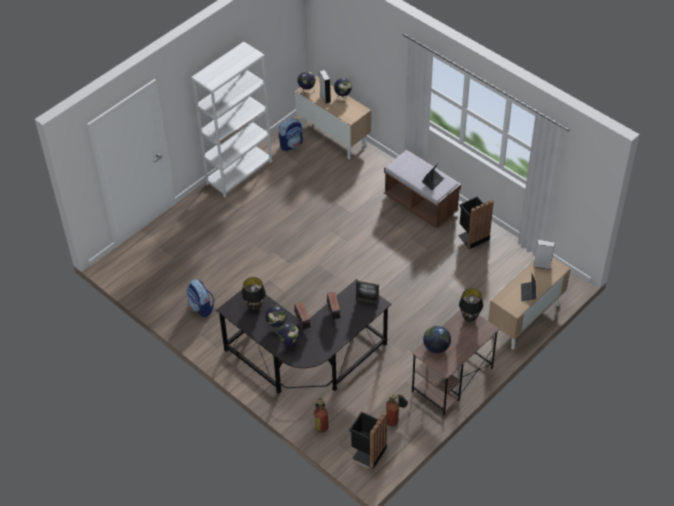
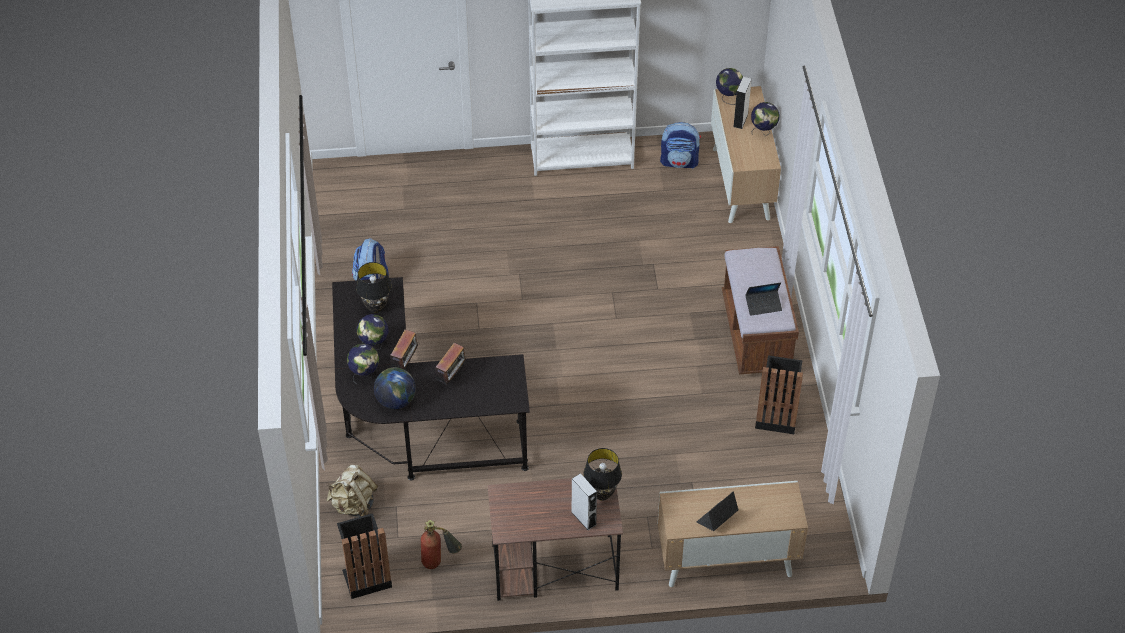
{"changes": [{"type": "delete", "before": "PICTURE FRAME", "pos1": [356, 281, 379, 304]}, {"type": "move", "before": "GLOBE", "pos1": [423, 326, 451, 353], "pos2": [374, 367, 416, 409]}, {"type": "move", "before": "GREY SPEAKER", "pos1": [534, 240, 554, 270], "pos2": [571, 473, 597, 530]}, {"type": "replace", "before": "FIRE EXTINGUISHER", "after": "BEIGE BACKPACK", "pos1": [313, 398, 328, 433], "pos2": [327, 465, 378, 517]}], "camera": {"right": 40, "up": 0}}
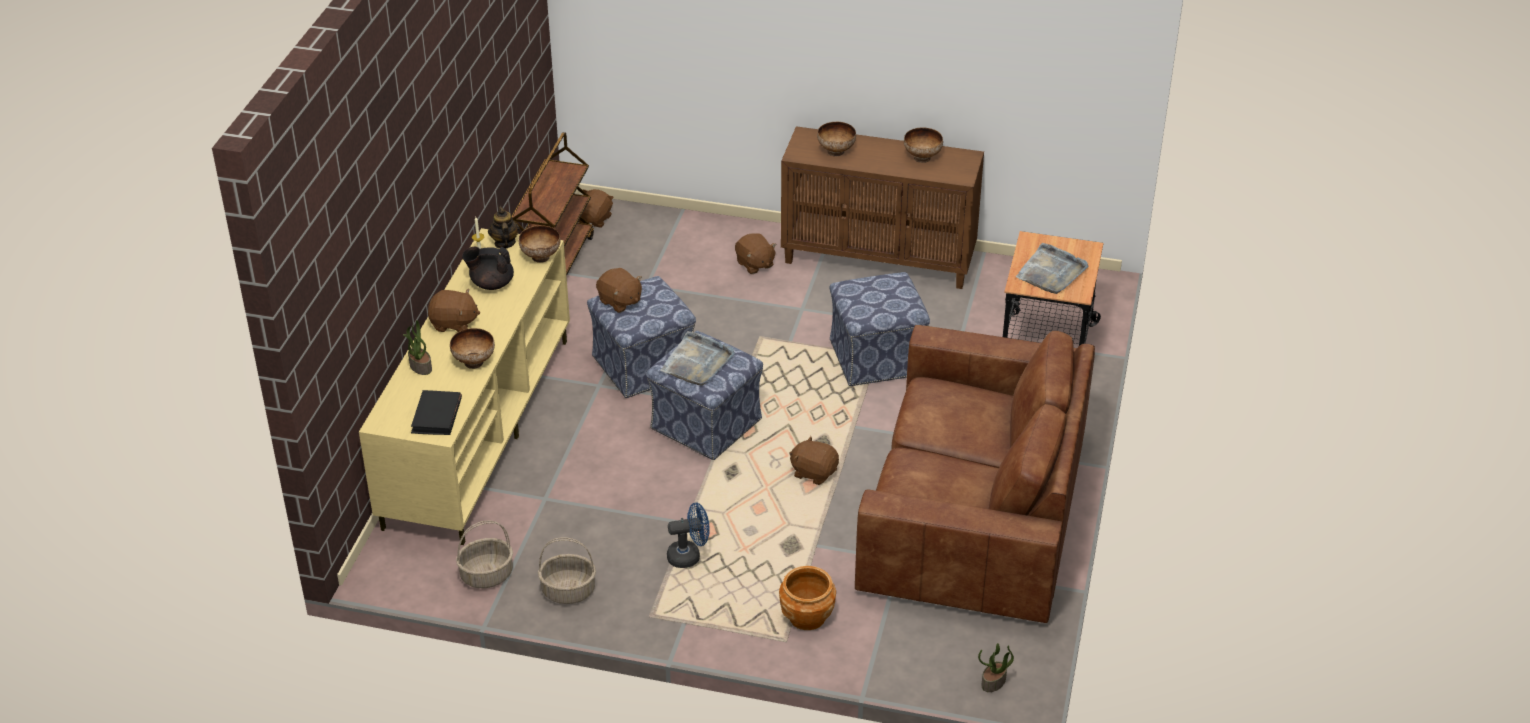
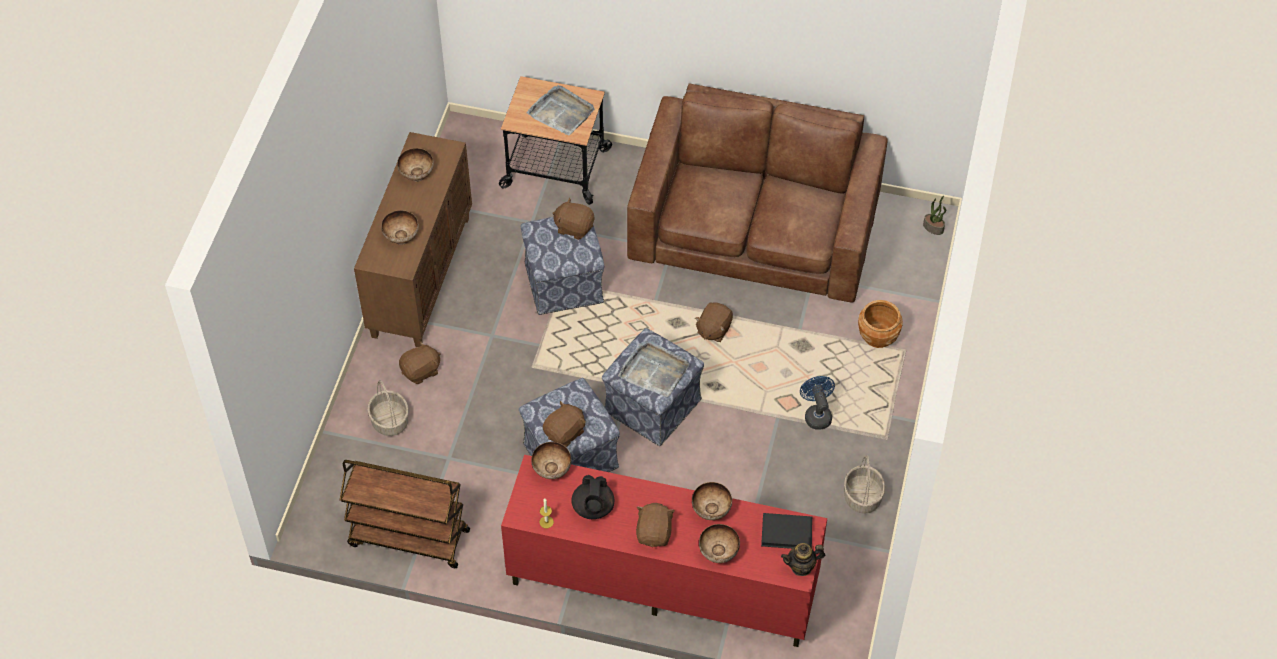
{"changes": [{"type": "move", "before": "BASKET", "pos1": [456, 520, 513, 588], "pos2": [367, 380, 409, 436]}, {"type": "move", "before": "TEAPOT", "pos1": [488, 206, 520, 249], "pos2": [781, 543, 825, 576]}, {"type": "move", "before": "BROWN PLUSH TOY", "pos1": [578, 189, 614, 227], "pos2": [553, 198, 594, 240]}, {"type": "replace", "before": "POTTED PLANT", "after": "BOWL", "pos1": [403, 320, 432, 375], "pos2": [699, 524, 740, 563]}, {"type": "recolor", "before": "BEIGE TV STAND", "after": "RED TV STAND", "pos1": [359, 228, 570, 545], "pos2": [501, 455, 827, 647]}], "camera": {"right": -90, "up": 15}}
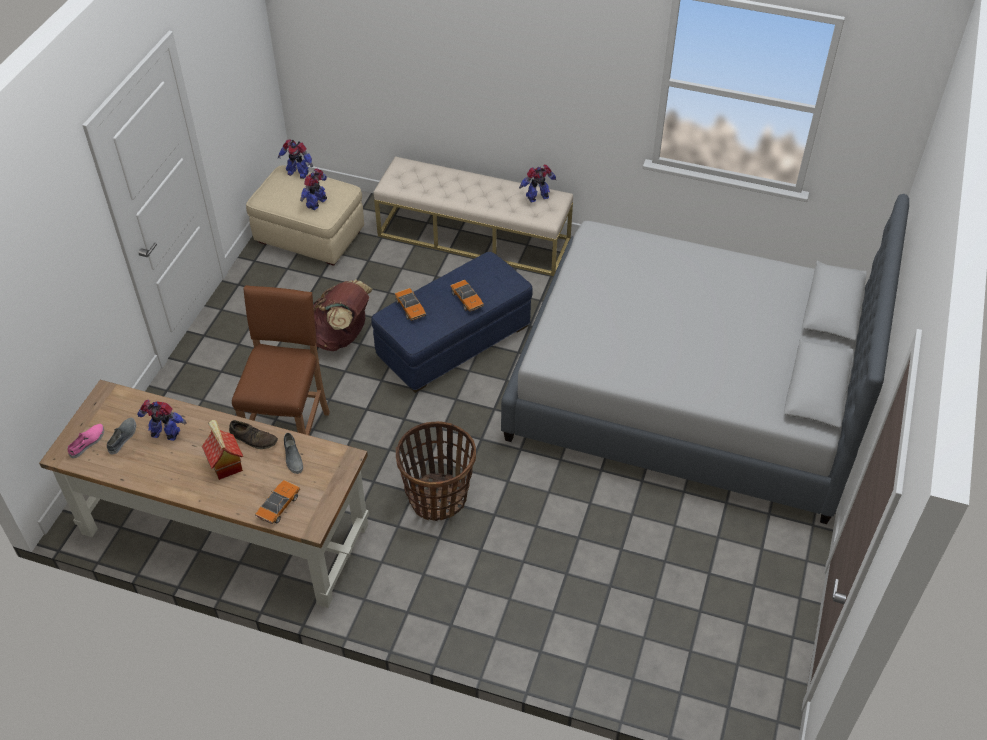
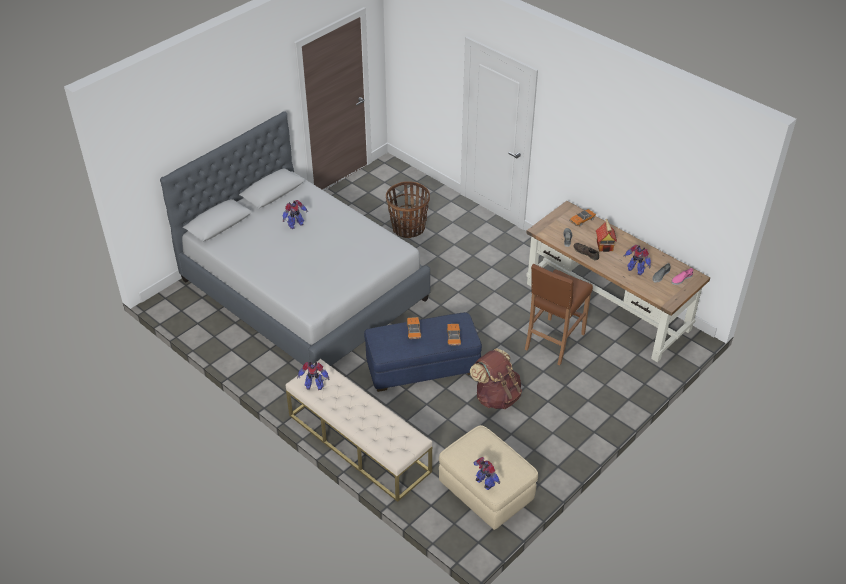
{"changes": [{"type": "move", "before": "TOY ROBOT", "pos1": [300, 168, 327, 210], "pos2": [283, 200, 308, 229]}, {"type": "move", "before": "BASKET", "pos1": [396, 421, 476, 521], "pos2": [386, 181, 430, 238]}], "camera": {"right": -155, "up": -5}}
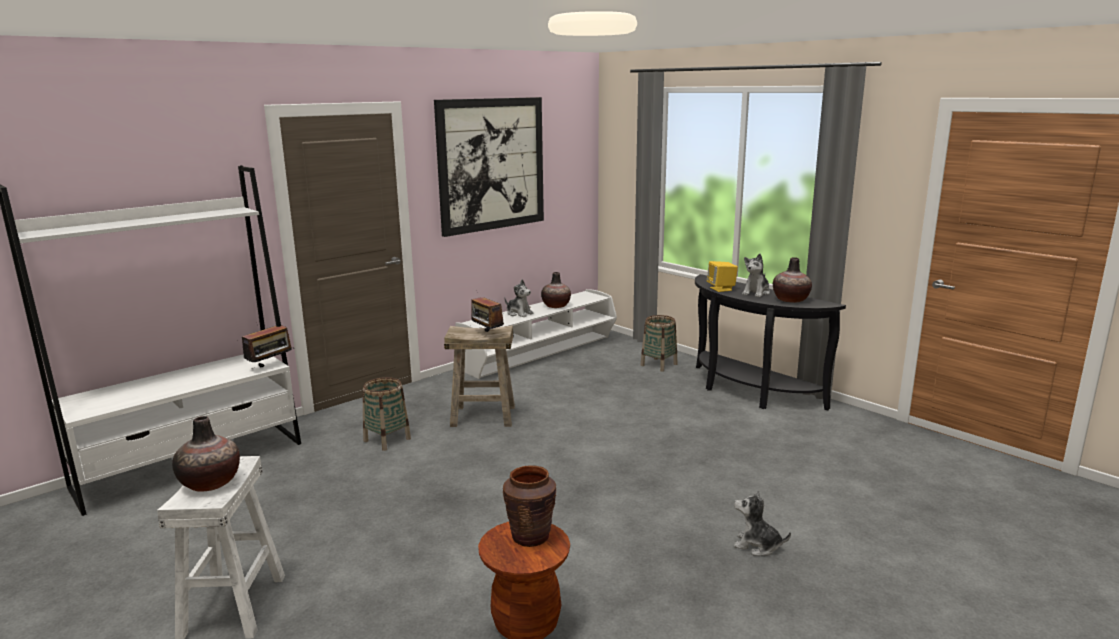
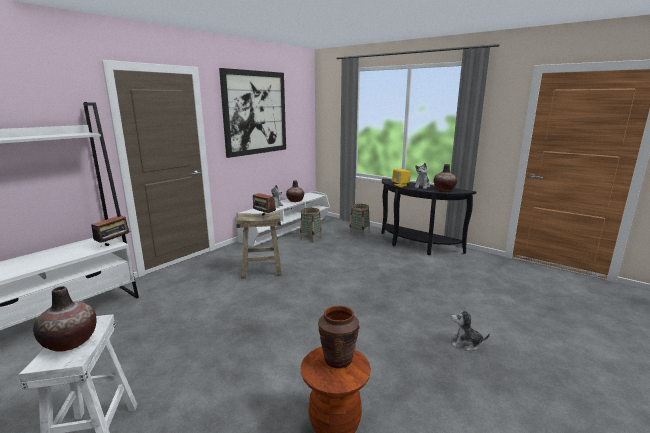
{"changes": [{"type": "move", "before": "BASKET", "pos1": [363, 377, 411, 451], "pos2": [300, 208, 322, 242]}], "camera": {"right": -10, "up": 0}}
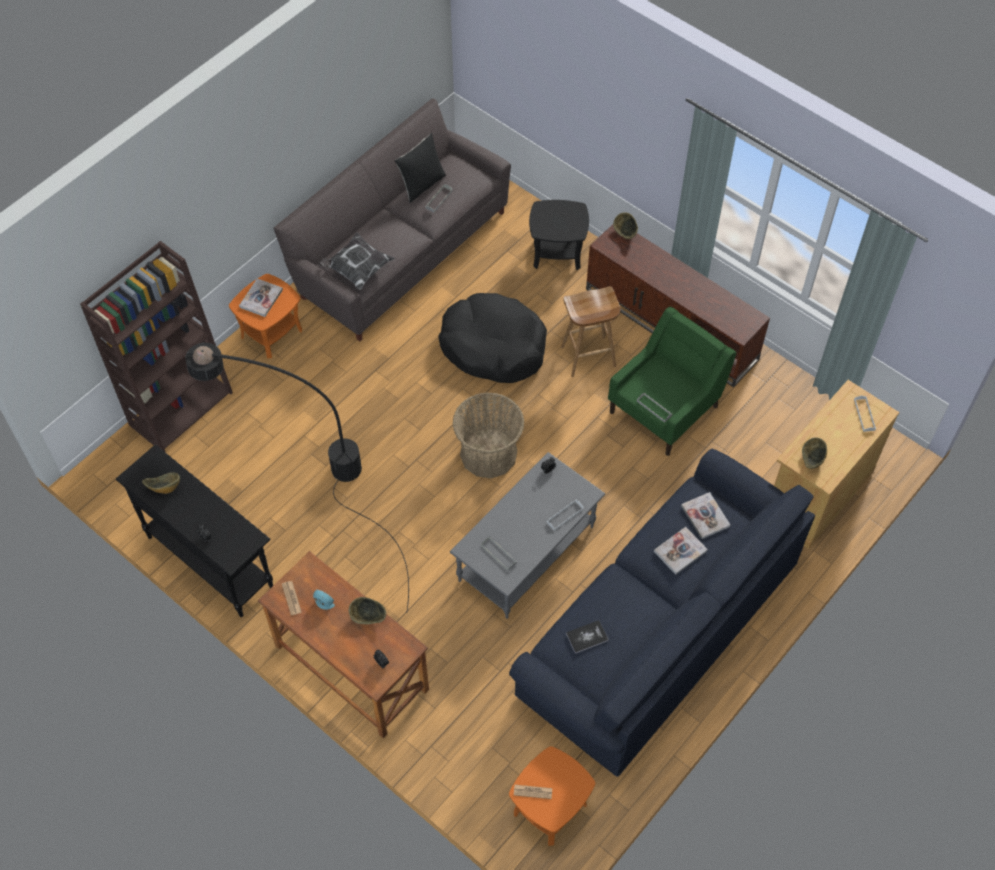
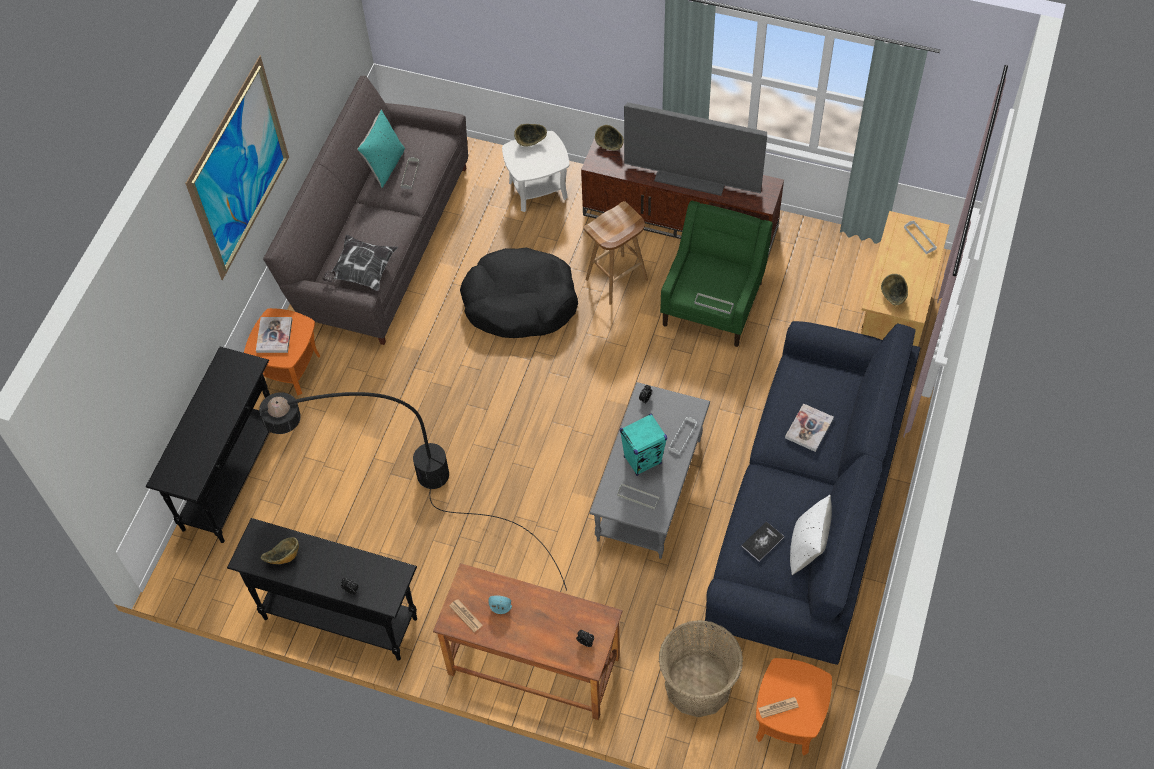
{"changes": [{"type": "delete", "before": "BOOK", "pos1": [681, 492, 730, 539]}, {"type": "insert", "after": "PICTURE", "pos2": [185, 56, 289, 280]}, {"type": "insert", "after": "TURQUOISE SPEAKER", "pos2": [620, 414, 667, 476]}, {"type": "insert", "after": "TELEVISION", "pos2": [624, 102, 767, 196]}, {"type": "insert", "after": "WHITE PILLOW", "pos2": [790, 495, 832, 575]}, {"type": "move", "before": "BOWL", "pos1": [349, 597, 386, 624], "pos2": [514, 124, 547, 147]}, {"type": "move", "before": "BASKET", "pos1": [453, 392, 524, 478], "pos2": [659, 620, 743, 717]}, {"type": "replace", "before": "BROWN BOOKCASE", "after": "BLACK CONSOLE TABLE", "pos1": [80, 241, 233, 452], "pos2": [146, 347, 270, 543]}, {"type": "recolor", "before": "BLACK PILLOW", "after": "TURQUOISE PILLOW", "pos1": [394, 133, 446, 203], "pos2": [357, 110, 405, 188]}, {"type": "recolor", "before": "BLACK SIDE TABLE", "after": "WHITE SIDE TABLE", "pos1": [529, 200, 589, 270], "pos2": [502, 131, 569, 212]}], "camera": {"right": -20, "up": 0}}
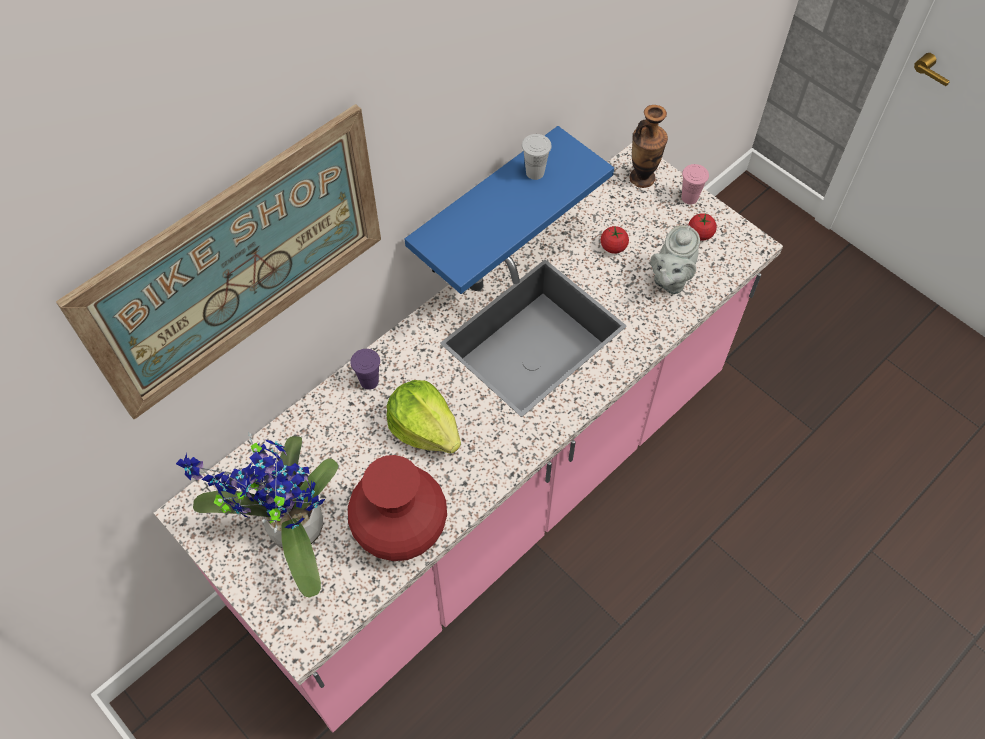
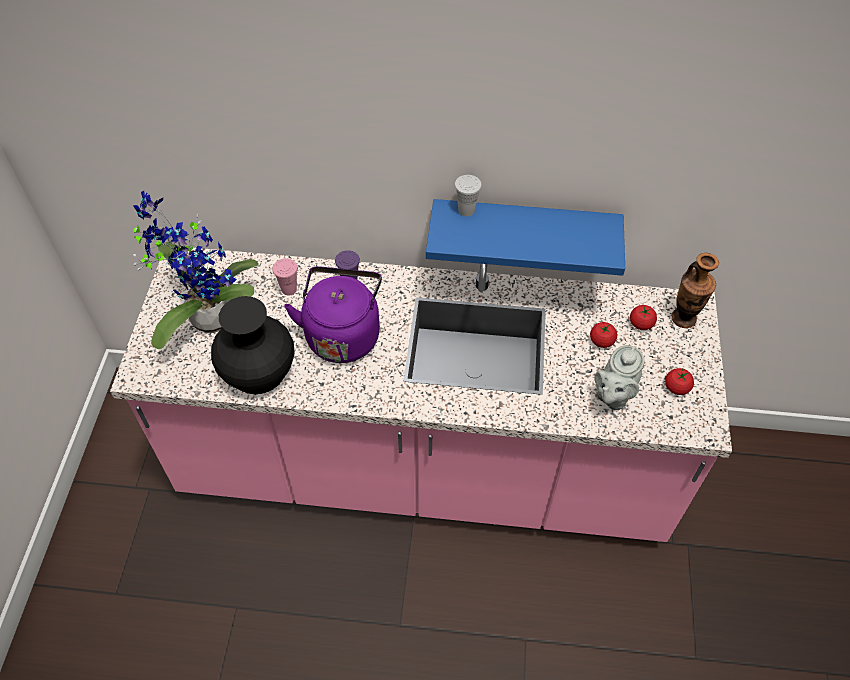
{"changes": [{"type": "delete", "before": "PICTURE", "pos1": [56, 104, 381, 419]}, {"type": "insert", "after": "TOMATO", "pos2": [630, 305, 657, 330]}, {"type": "move", "before": "WHITE CUP", "pos1": [522, 134, 552, 180], "pos2": [455, 175, 482, 216]}, {"type": "move", "before": "PINK CUP", "pos1": [682, 164, 709, 205], "pos2": [272, 258, 298, 296]}, {"type": "replace", "before": "LETTUCE", "after": "PURPLE KETTLE", "pos1": [387, 380, 461, 454], "pos2": [284, 266, 382, 363]}, {"type": "recolor", "before": "RED VASE", "after": "BLACK VASE", "pos1": [348, 455, 447, 561], "pos2": [211, 296, 294, 394]}, {"type": "rotate", "before": "GREY TEAPOT", "pos1": [650, 225, 700, 294], "pos2": [594, 345, 644, 410], "turn": -45}], "camera": {"right": 50, "up": -5}}
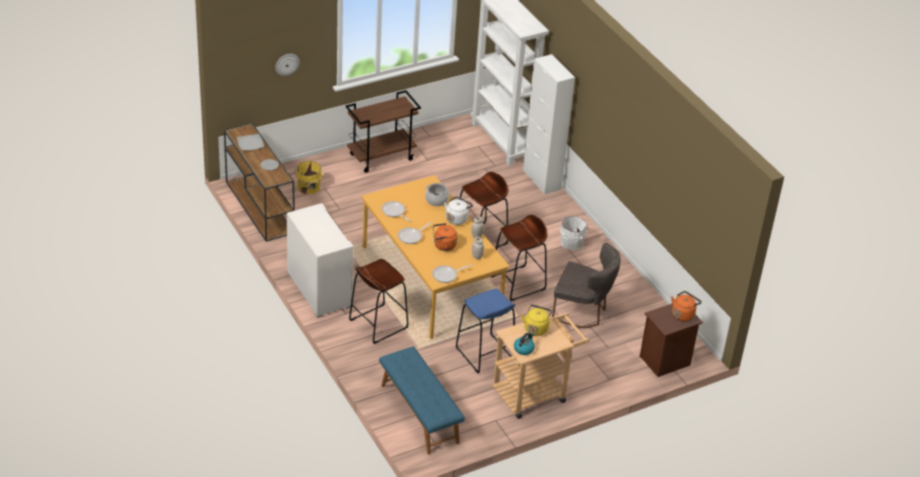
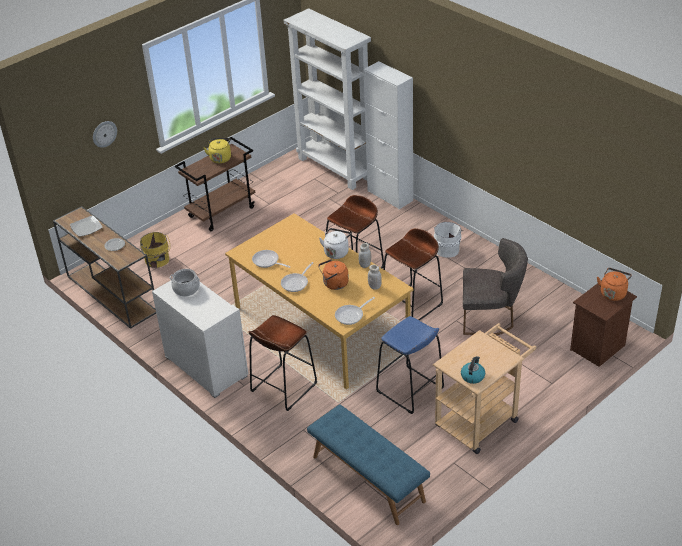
{"changes": [{"type": "move", "before": "COOKING POT", "pos1": [425, 183, 449, 206], "pos2": [170, 269, 200, 297]}, {"type": "move", "before": "YELLOW KETTLE", "pos1": [521, 305, 552, 336], "pos2": [204, 138, 231, 164]}], "camera": {"right": -10, "up": 0}}
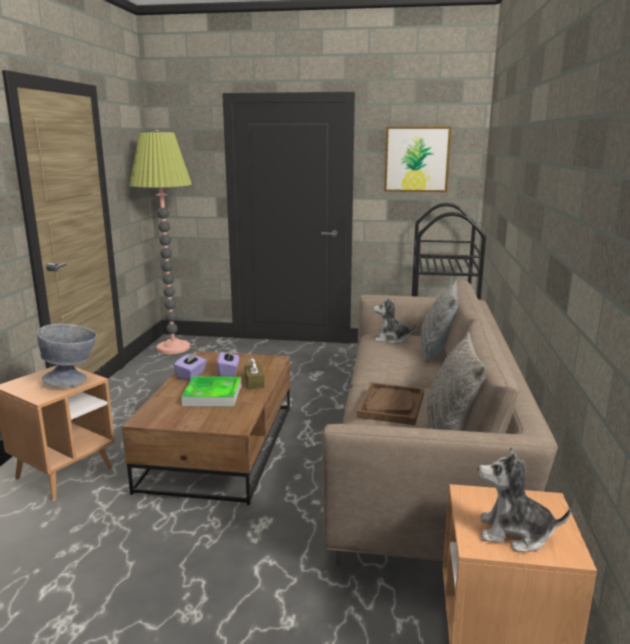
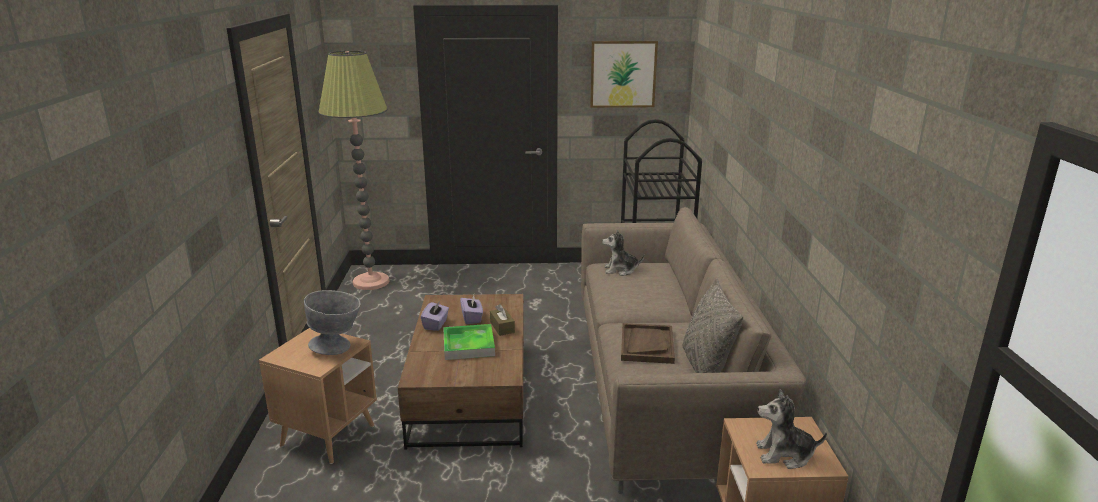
{"changes": [{"type": "delete", "before": "GREY PILLOW", "pos1": [421, 281, 458, 362]}], "camera": {"right": -10, "up": 5}}
